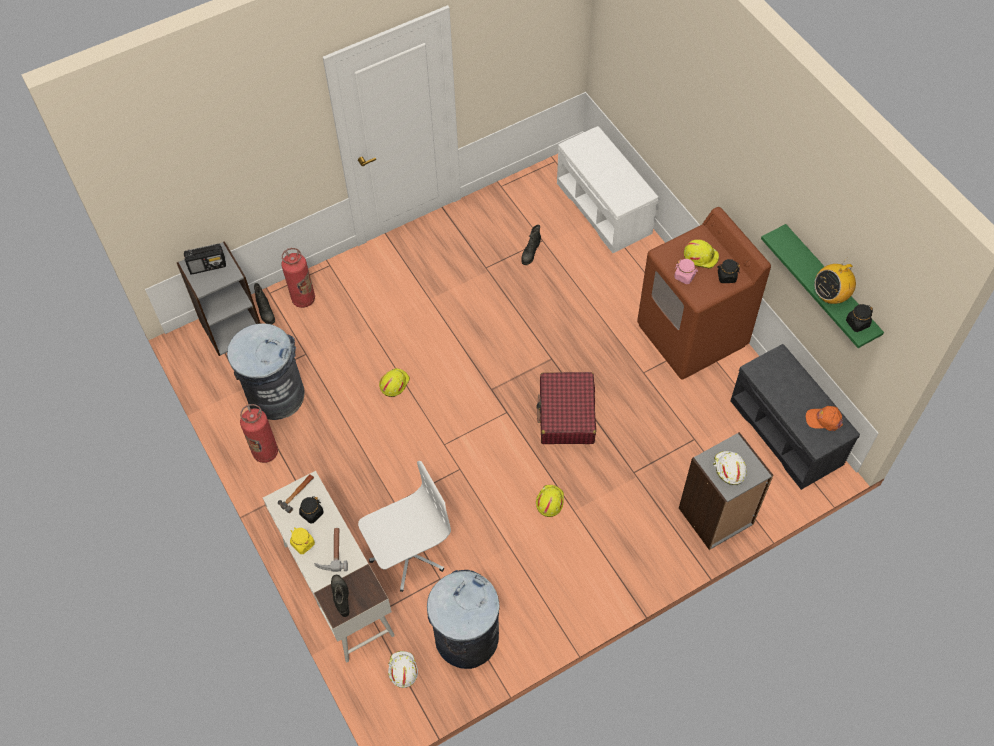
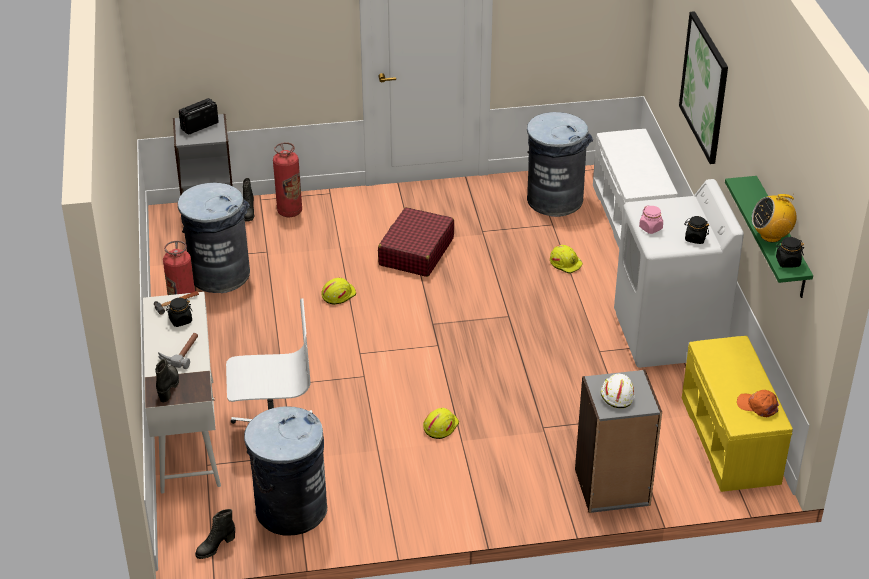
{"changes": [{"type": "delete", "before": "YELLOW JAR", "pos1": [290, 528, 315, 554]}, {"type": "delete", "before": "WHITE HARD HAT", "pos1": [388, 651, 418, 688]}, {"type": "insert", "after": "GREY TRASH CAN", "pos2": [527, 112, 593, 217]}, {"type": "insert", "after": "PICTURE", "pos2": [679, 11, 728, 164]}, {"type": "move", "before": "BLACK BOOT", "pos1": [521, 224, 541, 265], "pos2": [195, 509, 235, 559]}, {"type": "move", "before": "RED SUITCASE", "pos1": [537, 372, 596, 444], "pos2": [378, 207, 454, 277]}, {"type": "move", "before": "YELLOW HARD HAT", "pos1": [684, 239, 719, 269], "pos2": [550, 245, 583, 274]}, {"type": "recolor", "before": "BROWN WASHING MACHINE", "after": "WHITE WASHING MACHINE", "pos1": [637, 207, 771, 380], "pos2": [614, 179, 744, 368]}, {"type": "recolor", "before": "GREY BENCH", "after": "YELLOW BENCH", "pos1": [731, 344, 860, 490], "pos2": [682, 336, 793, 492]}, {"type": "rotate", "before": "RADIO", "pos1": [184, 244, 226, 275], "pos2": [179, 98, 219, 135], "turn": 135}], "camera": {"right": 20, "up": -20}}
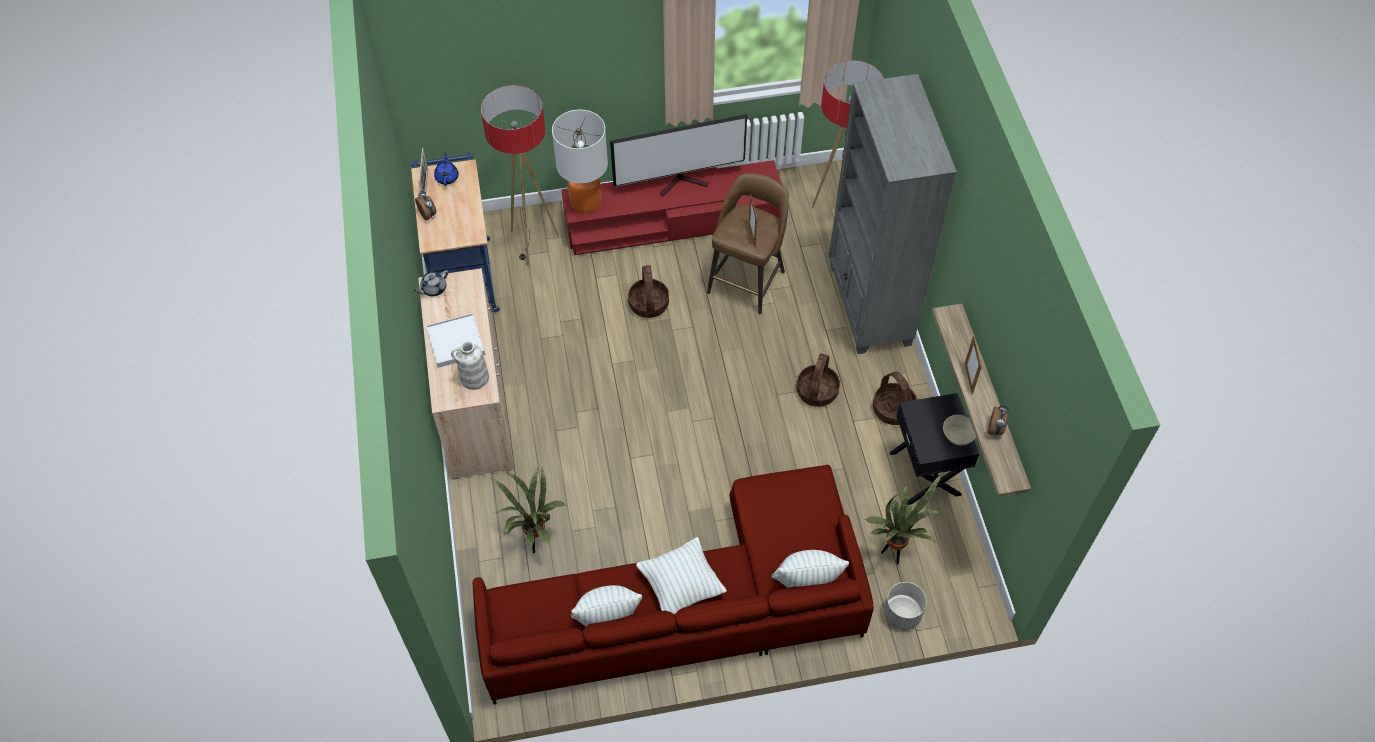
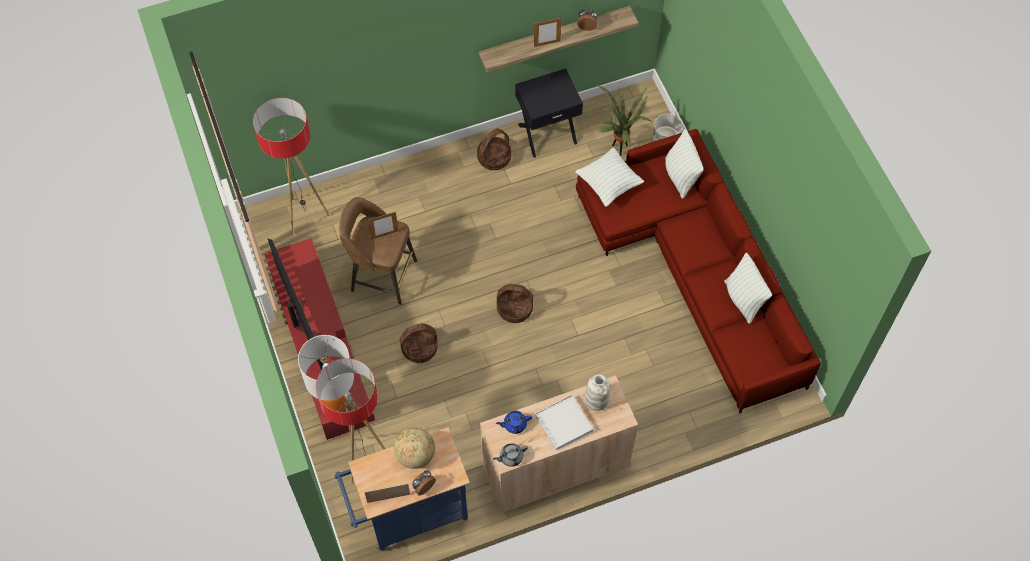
{"changes": [{"type": "delete", "before": "POTTED PLANT", "pos1": [490, 466, 568, 553]}, {"type": "delete", "before": "GREY BOOKCASE", "pos1": [829, 74, 957, 354]}, {"type": "delete", "before": "BEIGE BOWL", "pos1": [943, 415, 976, 445]}, {"type": "insert", "after": "GLOBE", "pos2": [394, 427, 435, 469]}, {"type": "move", "before": "BLUE TEAPOT", "pos1": [434, 152, 459, 186], "pos2": [496, 411, 532, 434]}, {"type": "move", "before": "PILLOW", "pos1": [636, 537, 727, 615], "pos2": [575, 148, 645, 207]}, {"type": "move", "before": "BASKET", "pos1": [796, 353, 840, 407], "pos2": [497, 284, 533, 323]}, {"type": "rotate", "before": "GREY TEAPOT", "pos1": [414, 270, 448, 296], "pos2": [493, 443, 528, 467], "turn": 120}], "camera": {"right": -100, "up": 5}}
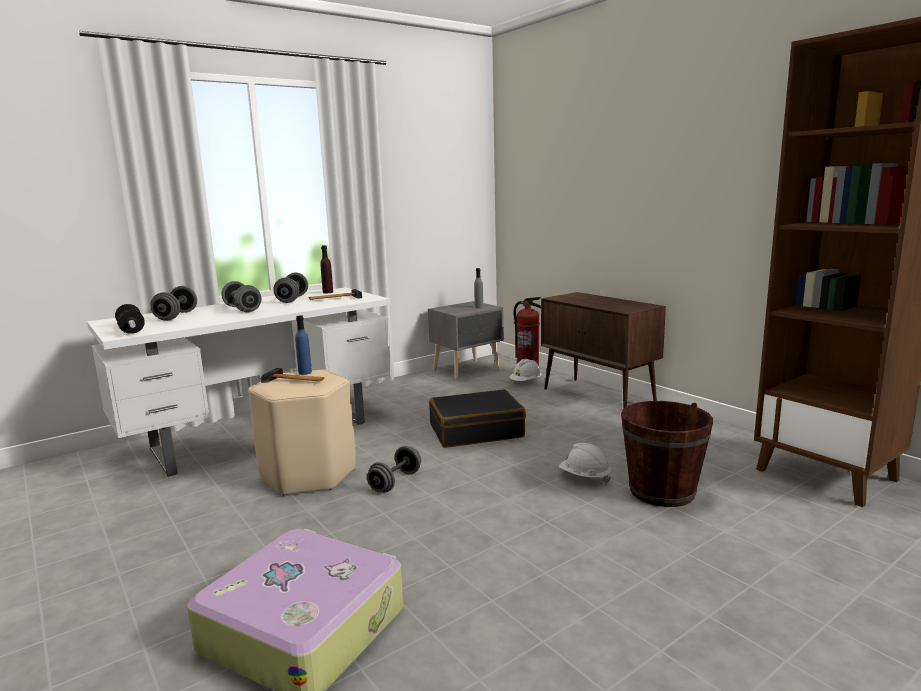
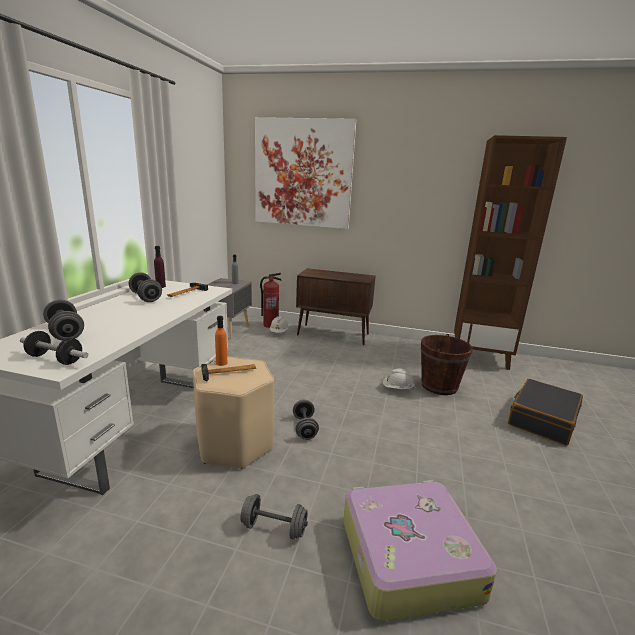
{"changes": [{"type": "insert", "after": "PICTURE", "pos2": [255, 117, 356, 229]}, {"type": "move", "before": "GREY DUMBBELL", "pos1": [221, 281, 261, 312], "pos2": [240, 494, 308, 540]}, {"type": "move", "before": "BLACK SUITCASE", "pos1": [429, 389, 526, 448], "pos2": [508, 379, 583, 445]}, {"type": "recolor", "before": "BLUE BOTTLE", "after": "ORANGE BOTTLE", "pos1": [295, 315, 312, 375], "pos2": [215, 316, 227, 366]}], "camera": {"right": -40, "up": 5}}
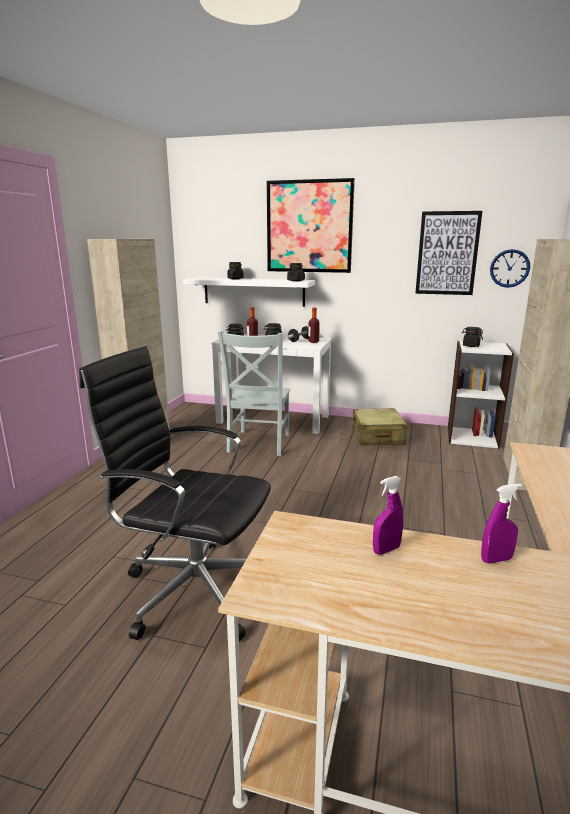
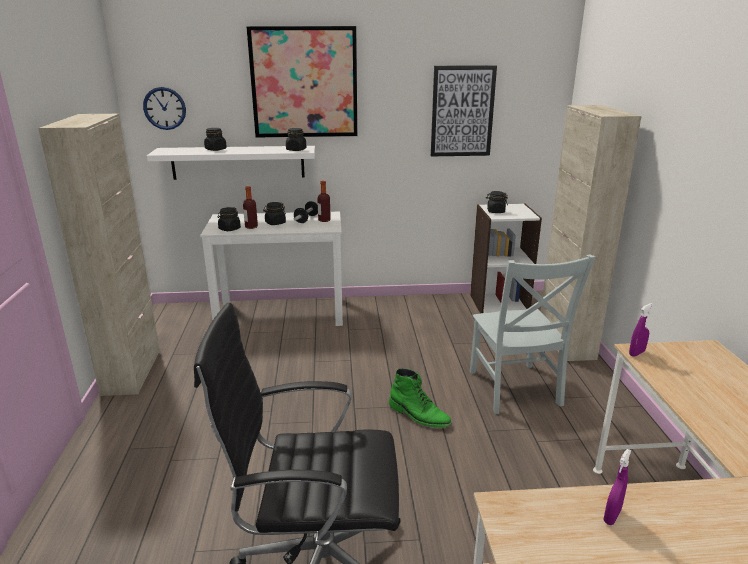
{"changes": [{"type": "delete", "before": "BEIGE SUITCASE", "pos1": [353, 408, 407, 445]}, {"type": "insert", "after": "GREEN BOOT", "pos2": [389, 368, 452, 428]}, {"type": "move", "before": "GREY CHAIR", "pos1": [218, 331, 290, 456], "pos2": [470, 254, 595, 414]}, {"type": "move", "before": "PURPLE SPRAY BOTTLE", "pos1": [481, 484, 522, 564], "pos2": [629, 303, 653, 357]}, {"type": "move", "before": "WALL CLOCK", "pos1": [490, 249, 530, 288], "pos2": [143, 87, 186, 130]}], "camera": {"right": -20, "up": 5}}
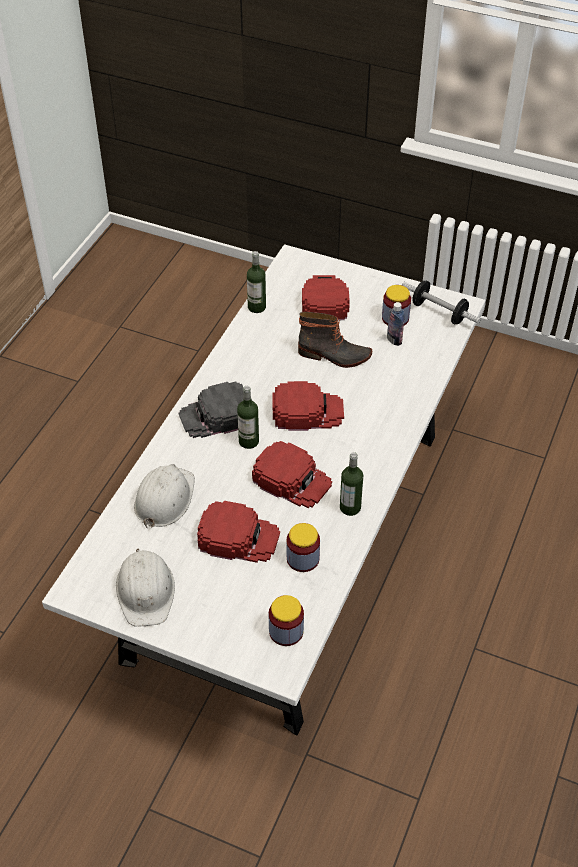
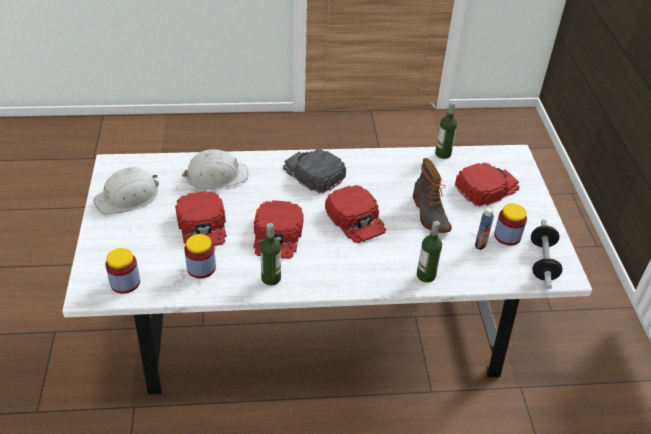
{"changes": [{"type": "move", "before": "BOTTLE", "pos1": [237, 386, 259, 449], "pos2": [417, 221, 442, 283]}], "camera": {"right": 60, "up": -5}}
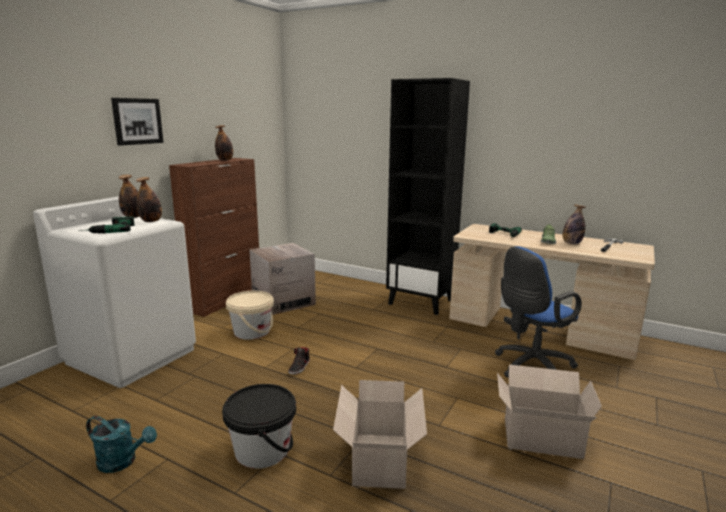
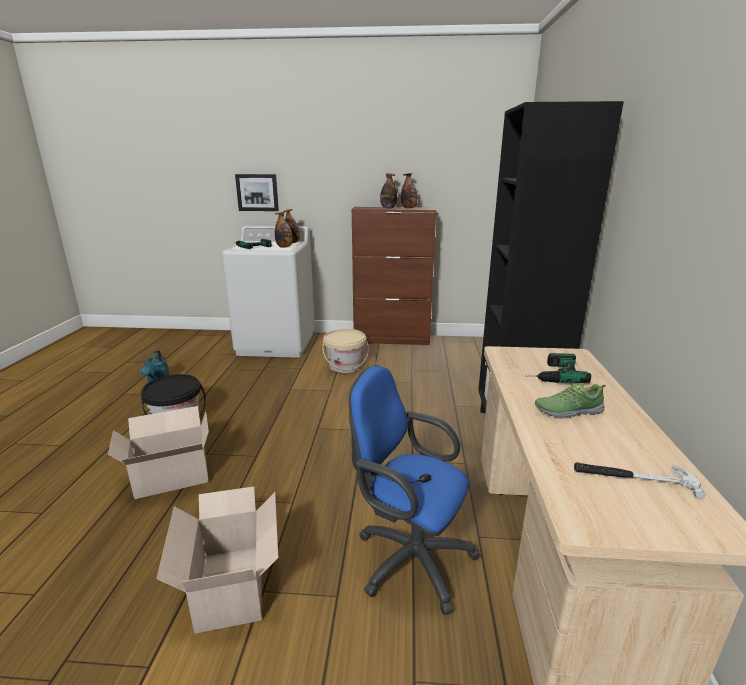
{"changes": [{"type": "delete", "before": "CARDBOARD BOX", "pos1": [249, 243, 316, 315]}, {"type": "delete", "before": "BLACK SHOE", "pos1": [288, 347, 310, 375]}, {"type": "move", "before": "PICTURE", "pos1": [111, 98, 164, 146], "pos2": [235, 174, 279, 211]}, {"type": "move", "before": "BOTTLE", "pos1": [563, 204, 586, 244], "pos2": [380, 173, 397, 208]}], "camera": {"right": 65, "up": 5}}
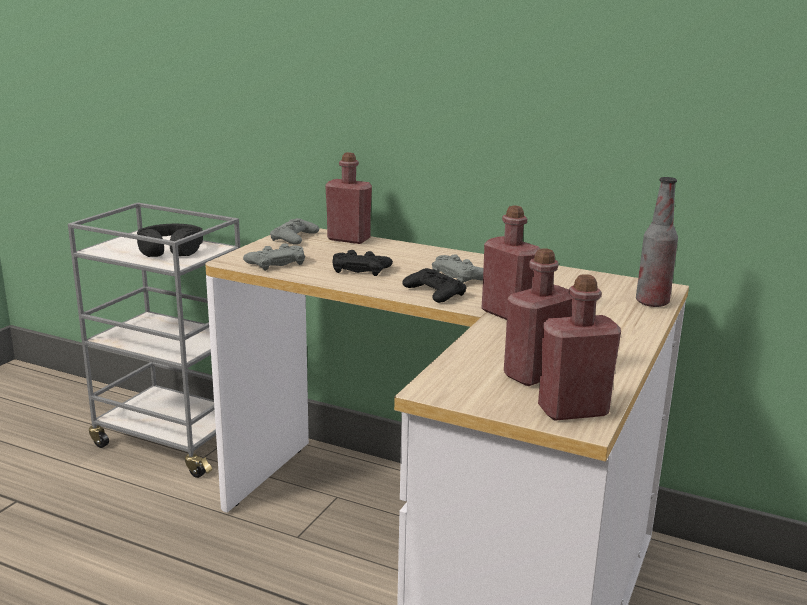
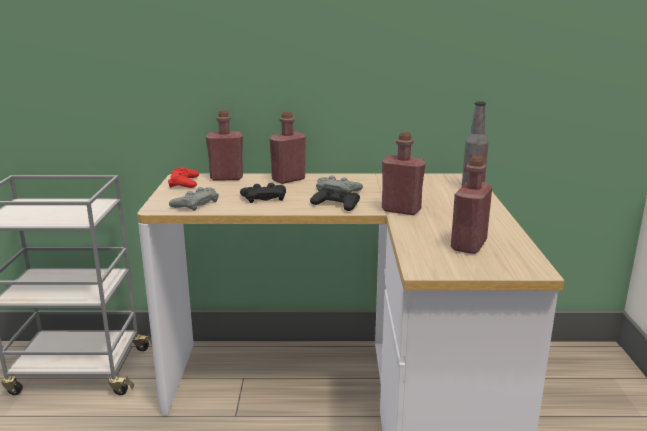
{"changes": [{"type": "delete", "before": "BLACK HEADPHONES", "pos1": [137, 224, 203, 257]}, {"type": "move", "before": "RED BOTTLE", "pos1": [538, 274, 621, 421], "pos2": [269, 111, 306, 184]}, {"type": "recolor", "before": "GREY GAME CONTROLLER", "after": "RED GAME CONTROLLER", "pos1": [270, 218, 319, 245], "pos2": [168, 167, 199, 188]}], "camera": {"right": -25, "up": 0}}
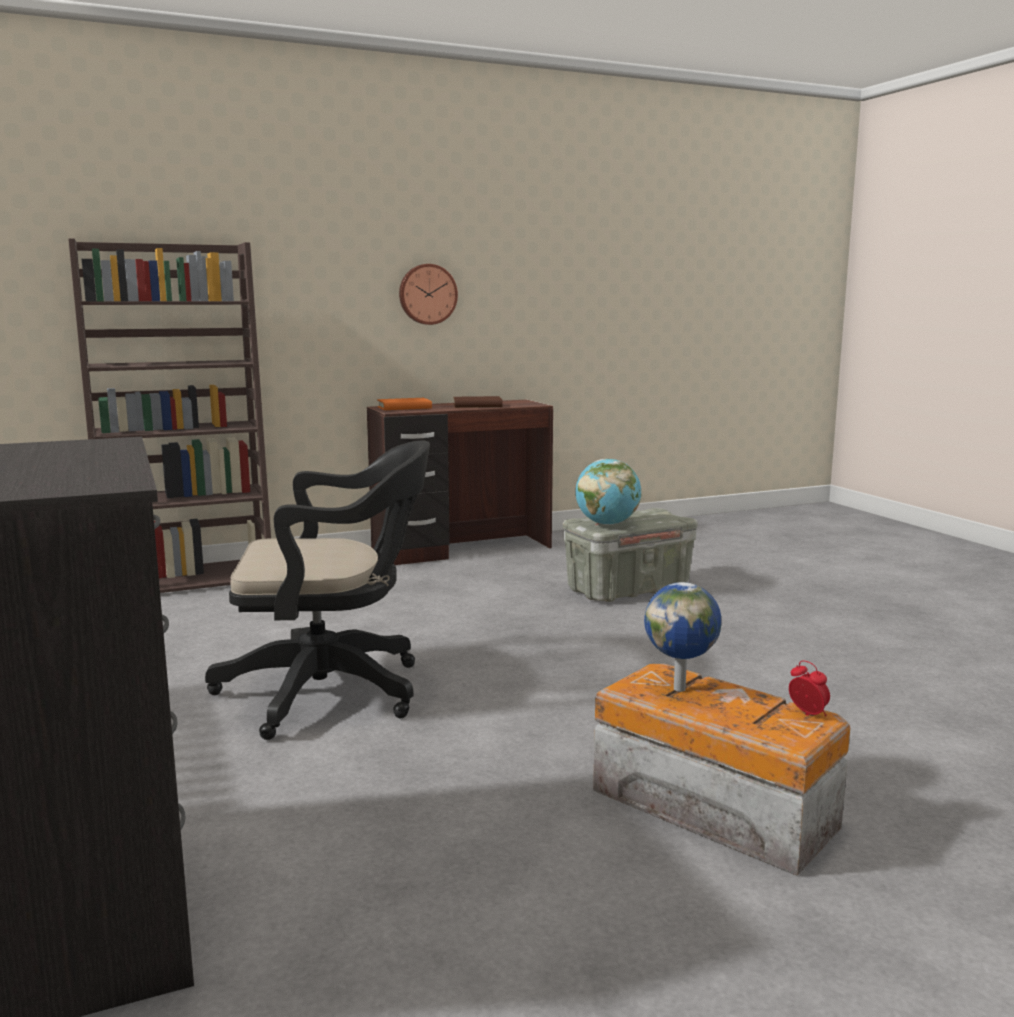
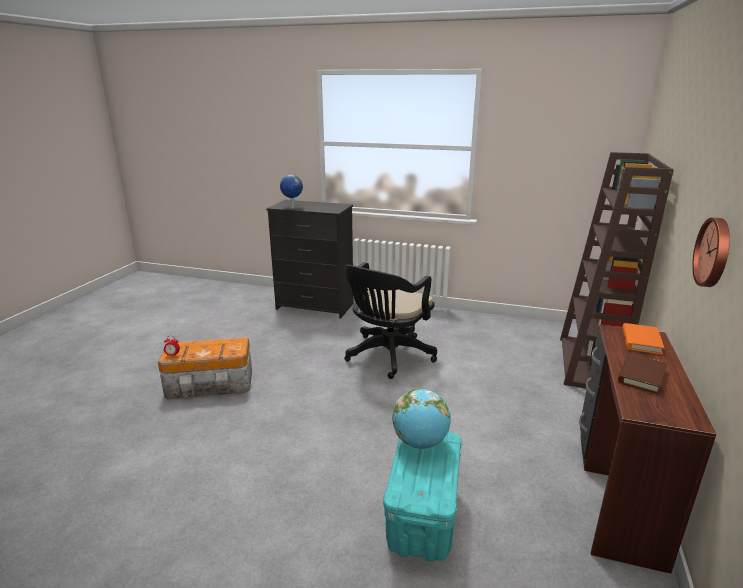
{"changes": [{"type": "move", "before": "GLOBE", "pos1": [644, 582, 721, 692], "pos2": [280, 175, 303, 209]}, {"type": "recolor", "before": "GREY STORAGE BOX", "after": "TURQUOISE STORAGE BOX", "pos1": [563, 508, 698, 602], "pos2": [383, 432, 462, 562]}], "camera": {"right": 130, "up": 10}}
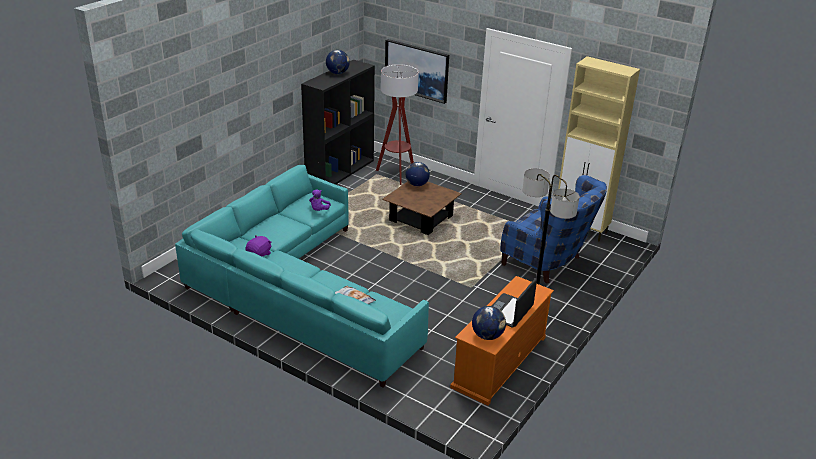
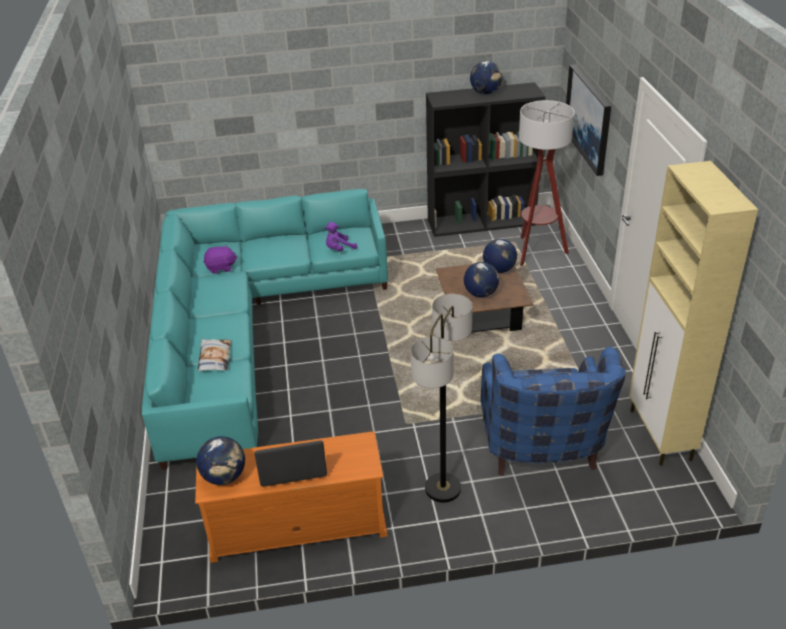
{"changes": [{"type": "insert", "after": "GLOBE", "pos2": [464, 262, 499, 297]}], "camera": {"right": 50, "up": 5}}
